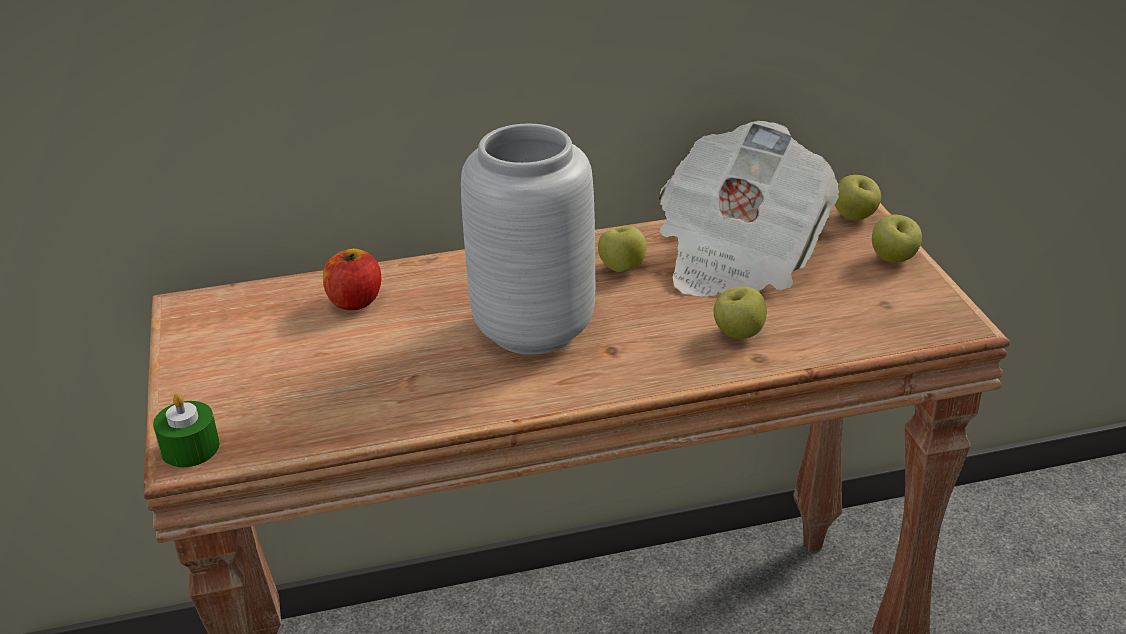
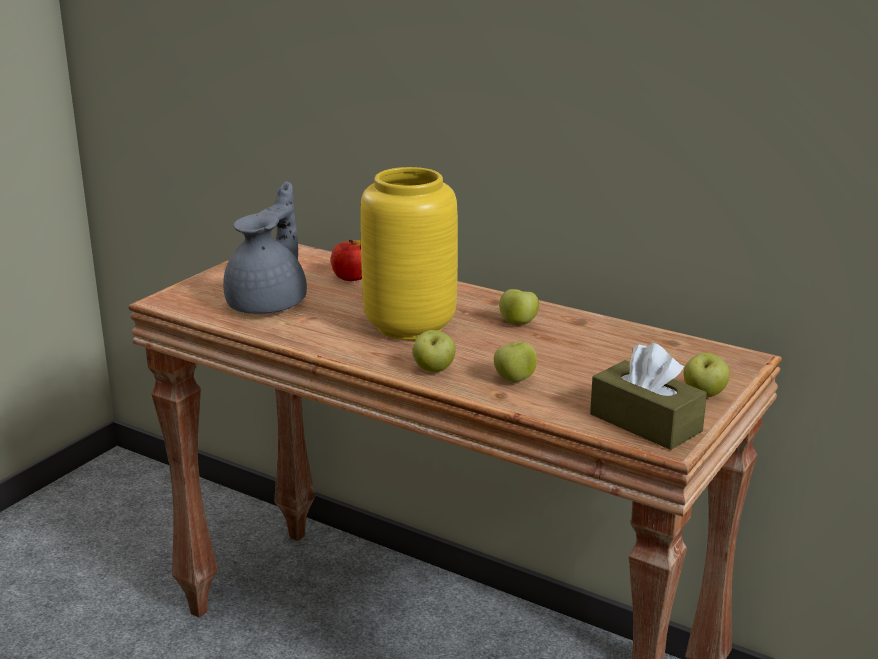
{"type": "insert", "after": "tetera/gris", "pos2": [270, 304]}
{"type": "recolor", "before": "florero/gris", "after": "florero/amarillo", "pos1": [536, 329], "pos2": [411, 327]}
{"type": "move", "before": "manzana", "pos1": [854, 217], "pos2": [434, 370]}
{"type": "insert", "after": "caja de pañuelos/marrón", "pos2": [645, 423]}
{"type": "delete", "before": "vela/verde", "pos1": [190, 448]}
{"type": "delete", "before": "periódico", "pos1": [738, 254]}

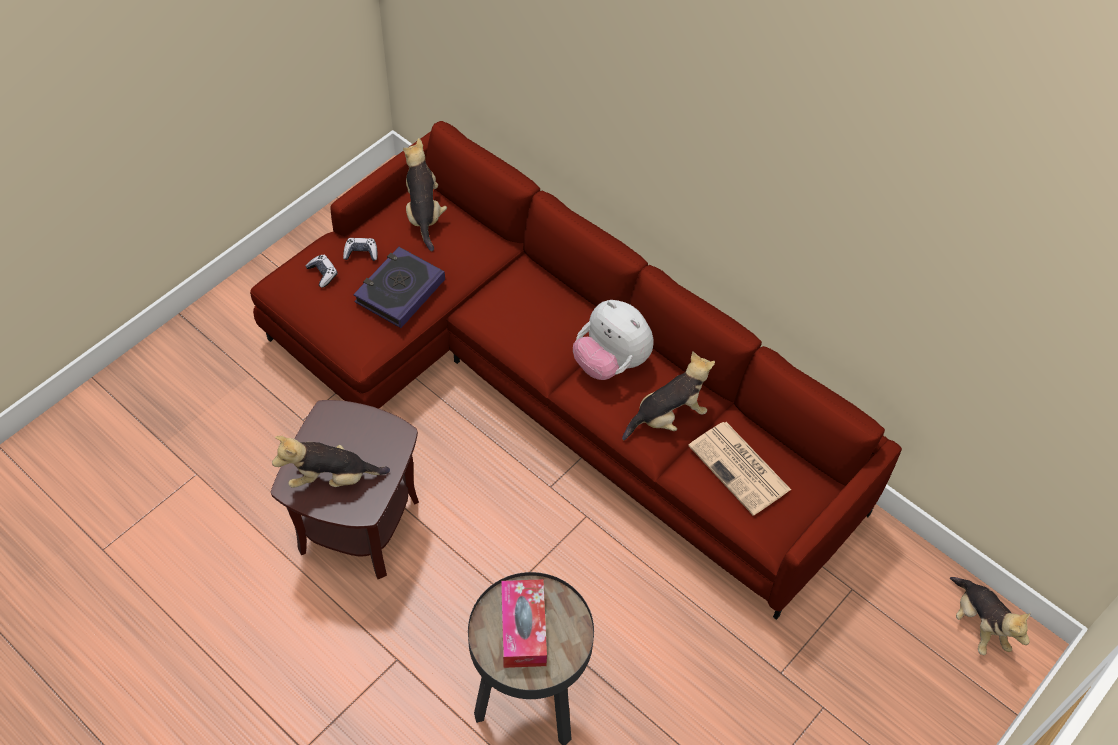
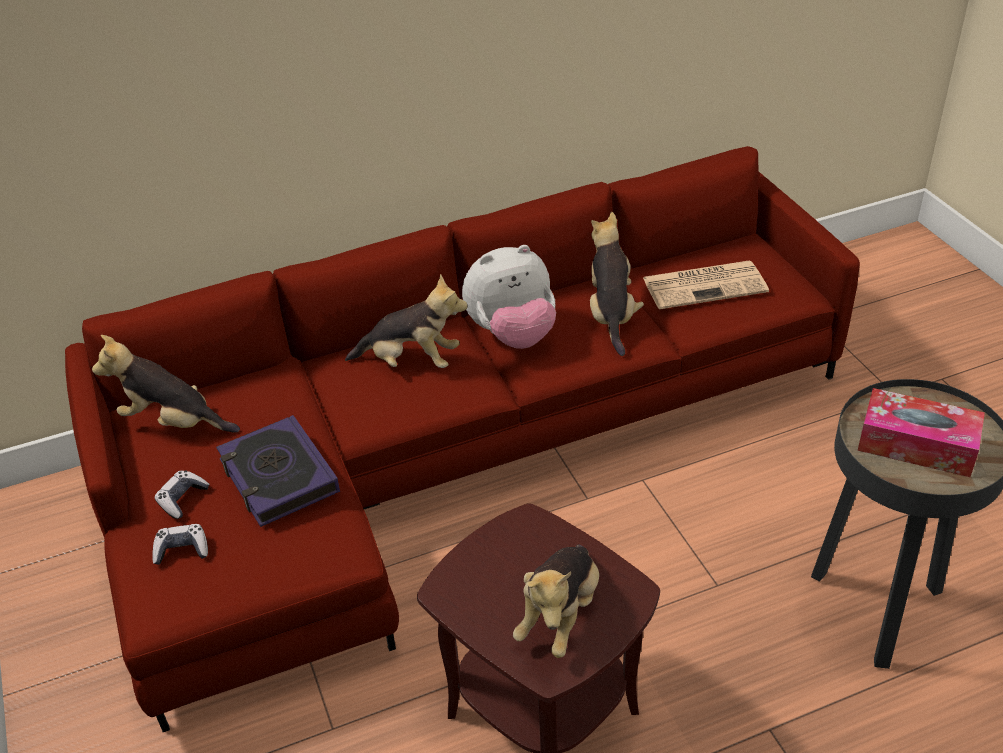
{"type": "move", "before": "peluche", "pos1": [978, 624], "pos2": [411, 362]}

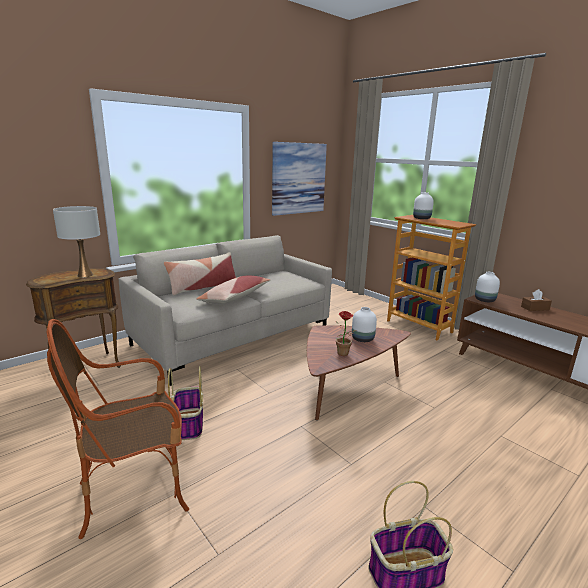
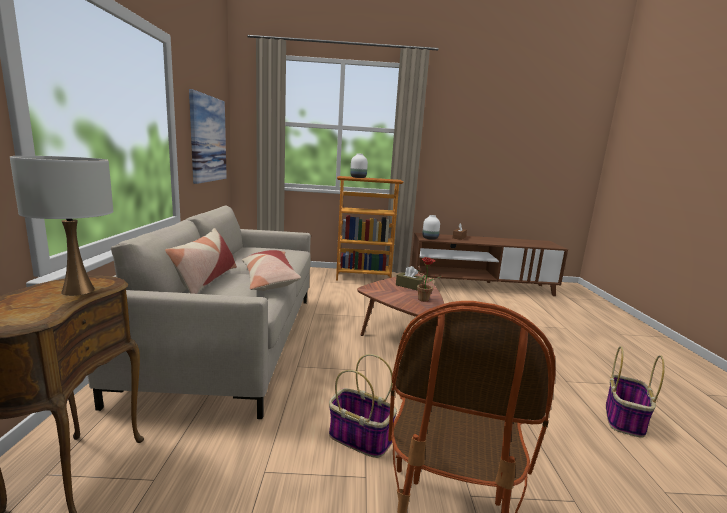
{"type": "replace", "before": "florero/blanco", "after": "caja de pañuelos/marrón", "pos1": [362, 339], "pos2": [409, 286]}

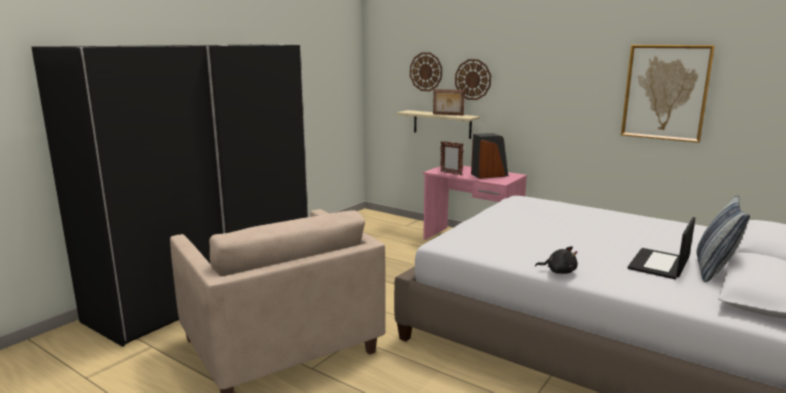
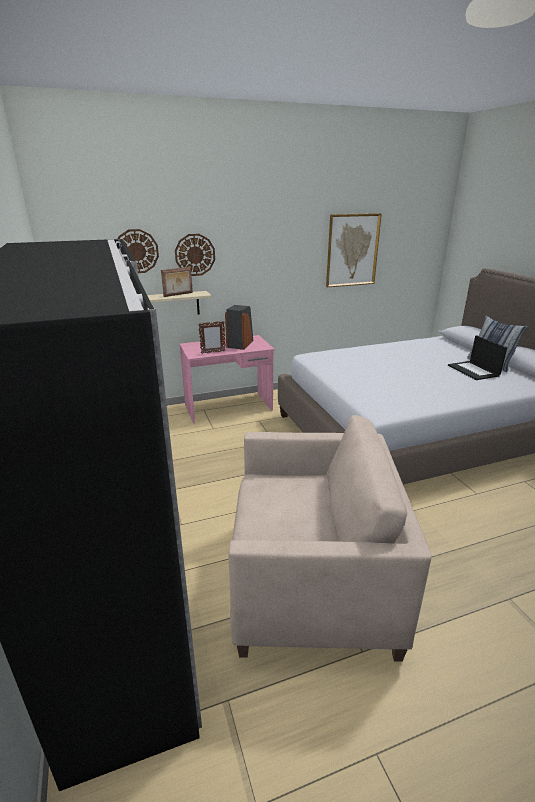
{"type": "delete", "before": "peluche/negro", "pos1": [559, 271]}

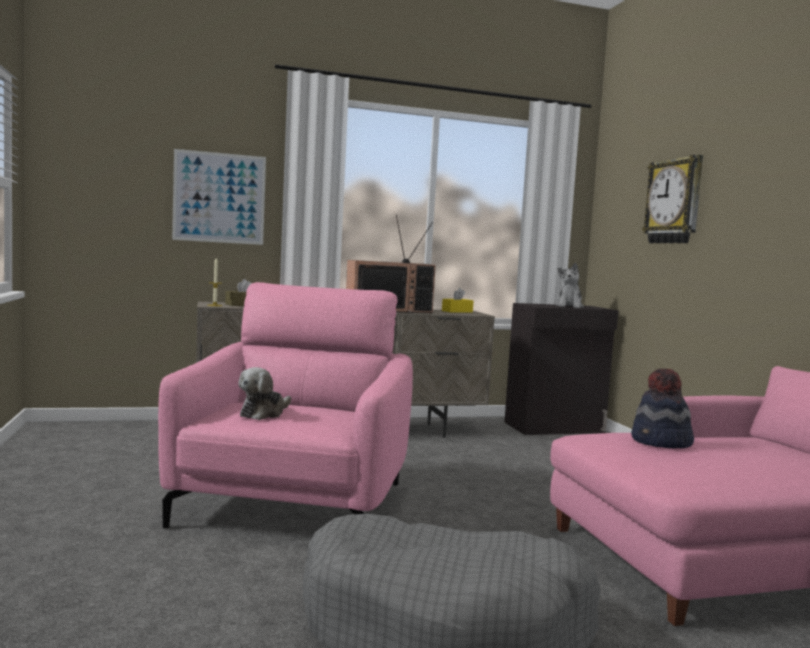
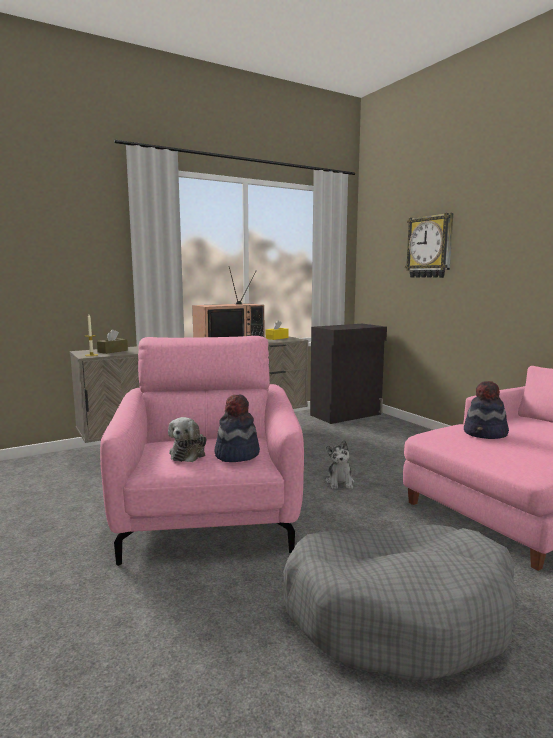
{"type": "insert", "after": "sombrero", "pos2": [236, 454]}
{"type": "move", "before": "peluche", "pos1": [569, 306], "pos2": [340, 482]}
{"type": "delete", "before": "cuadro", "pos1": [219, 198]}

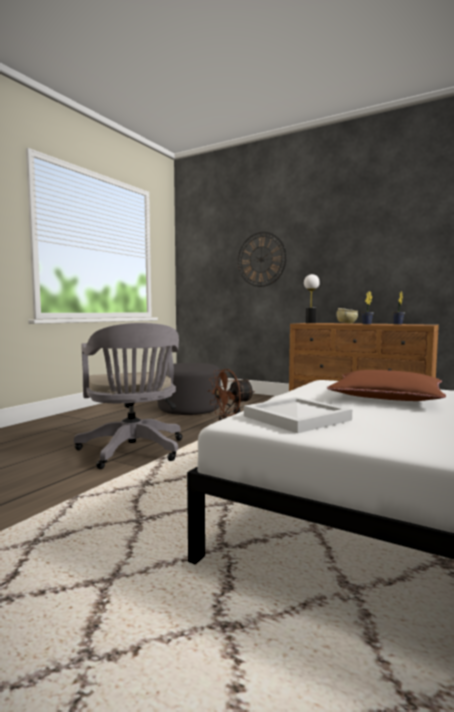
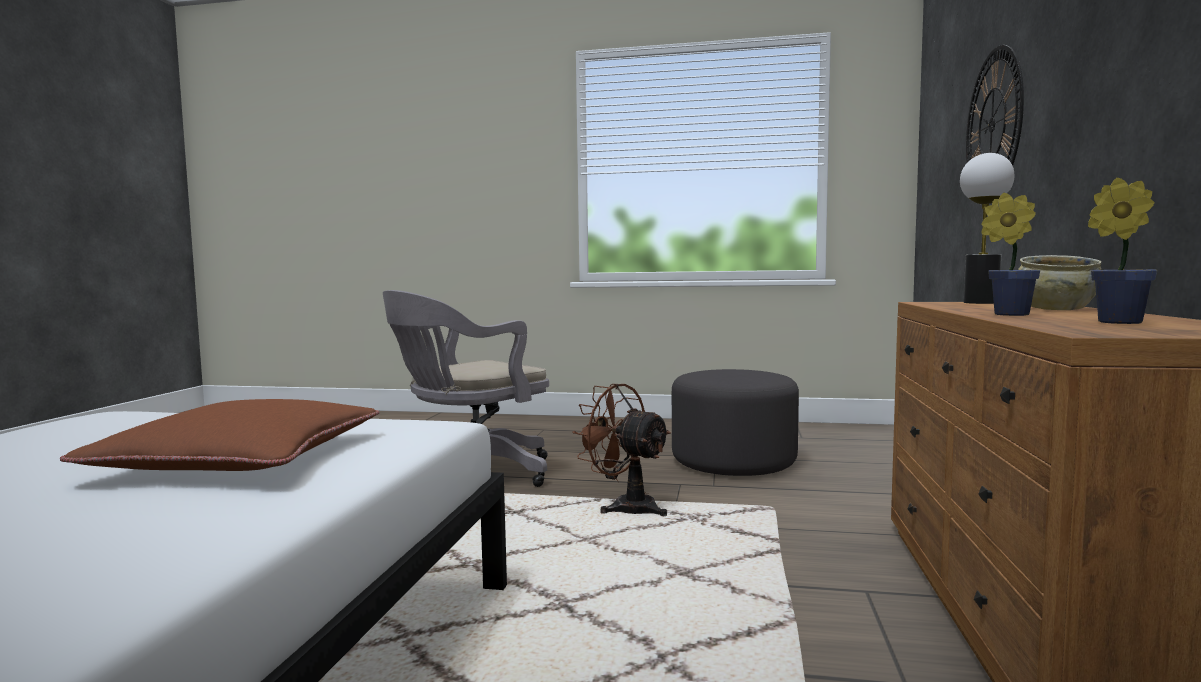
{"type": "delete", "before": "bandeja/blanco", "pos1": [295, 418]}

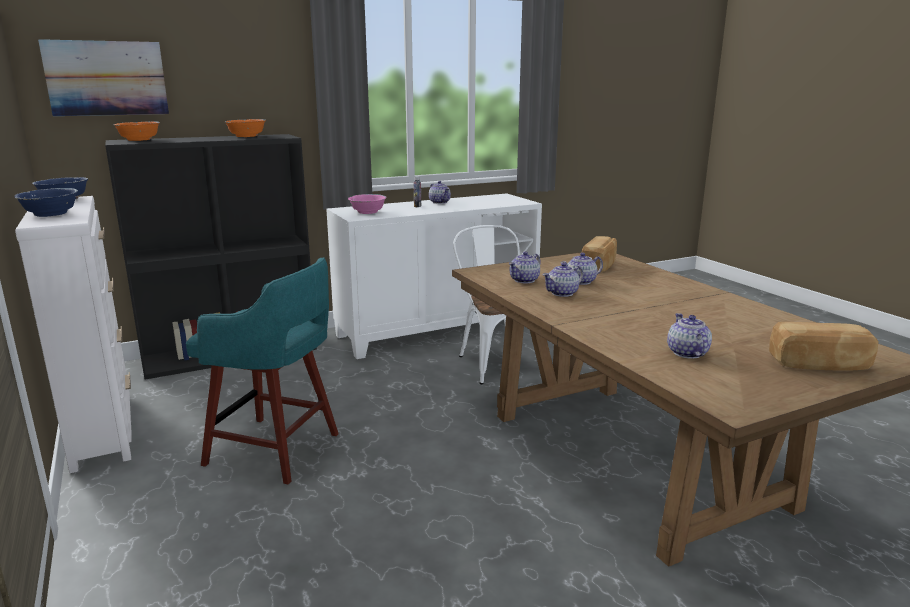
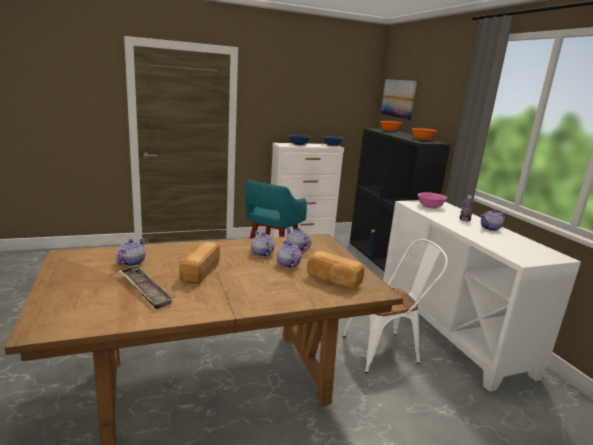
{"type": "rotate", "before": "tetera", "pos1": [687, 353], "pos2": [131, 262], "turn": -75}
{"type": "insert", "after": "bandeja", "pos2": [145, 290]}
{"type": "move", "before": "pan", "pos1": [819, 365], "pos2": [198, 272]}

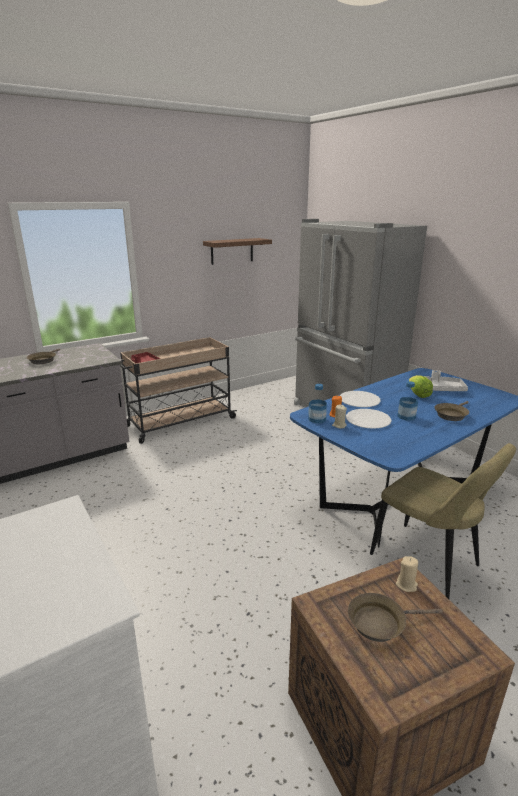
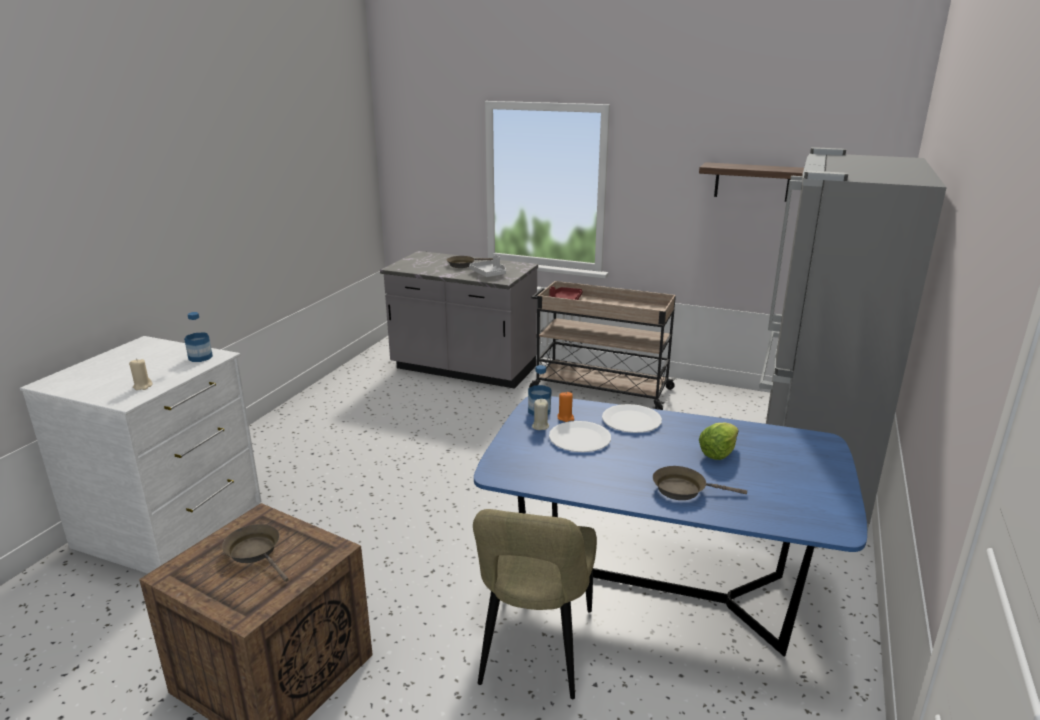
{"type": "move", "before": "vela/beis", "pos1": [406, 585], "pos2": [142, 386]}
{"type": "move", "before": "botella", "pos1": [406, 416], "pos2": [200, 357]}
{"type": "move", "before": "bandeja/gris", "pos1": [443, 389], "pos2": [489, 274]}

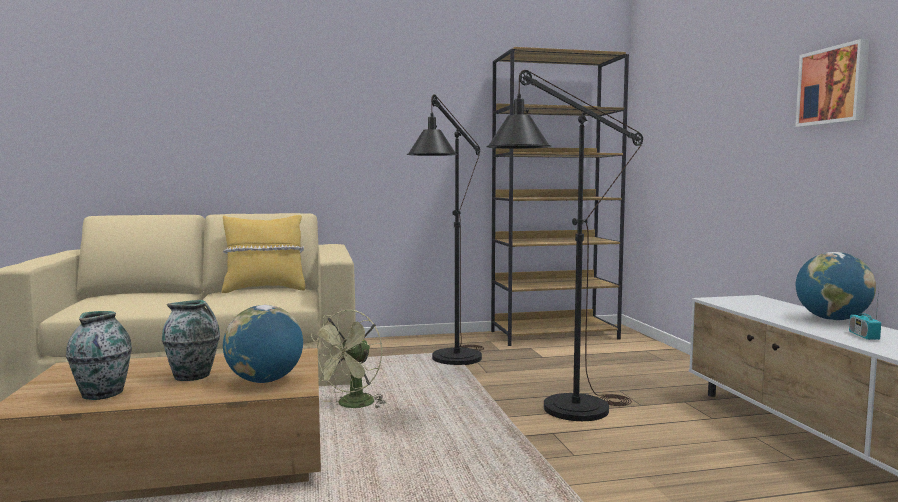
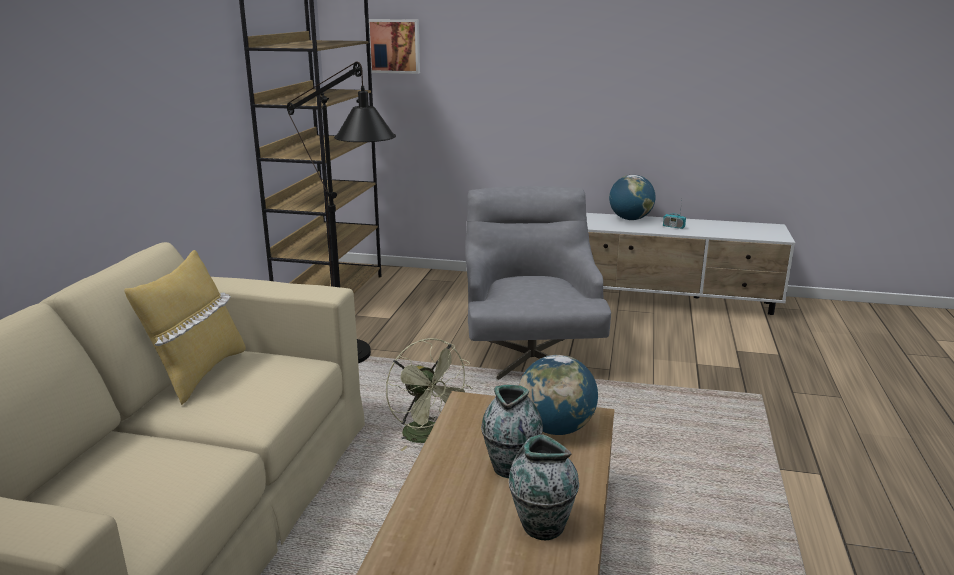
{"type": "move", "before": "cuadro", "pos1": [833, 86], "pos2": [394, 46]}
{"type": "replace", "before": "lámpara de pie/negro", "after": "sillón/gris", "pos1": [560, 412], "pos2": [530, 350]}

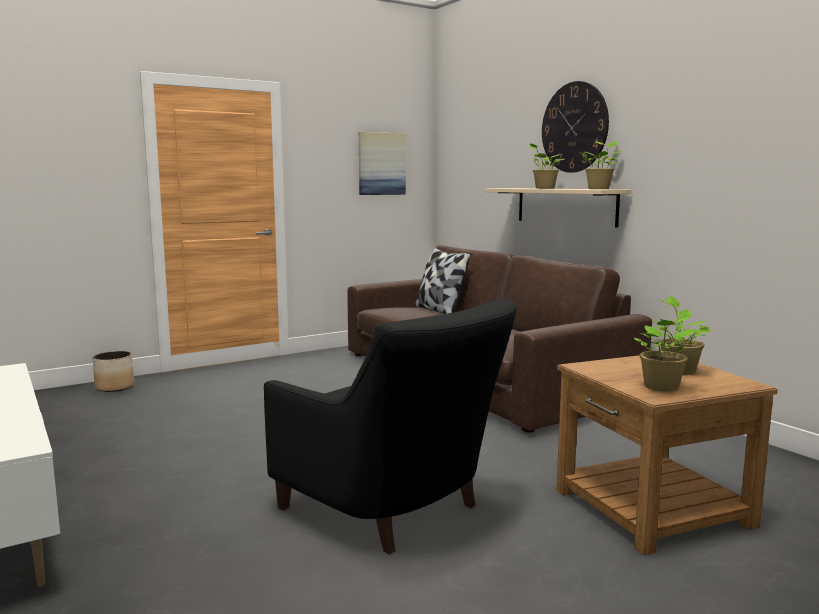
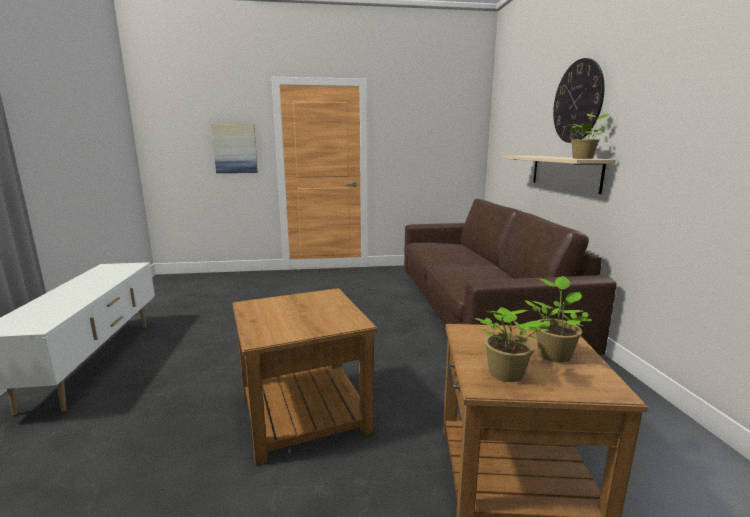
{"type": "move", "before": "cuadro", "pos1": [381, 164], "pos2": [235, 148]}
{"type": "replace", "before": "sillón/negro", "after": "mesa auxiliar/marrón", "pos1": [395, 511], "pos2": [304, 413]}
{"type": "delete", "before": "maceta", "pos1": [115, 387]}
{"type": "delete", "before": "cojín", "pos1": [439, 310]}
{"type": "delete", "before": "planta en maceta", "pos1": [543, 188]}

